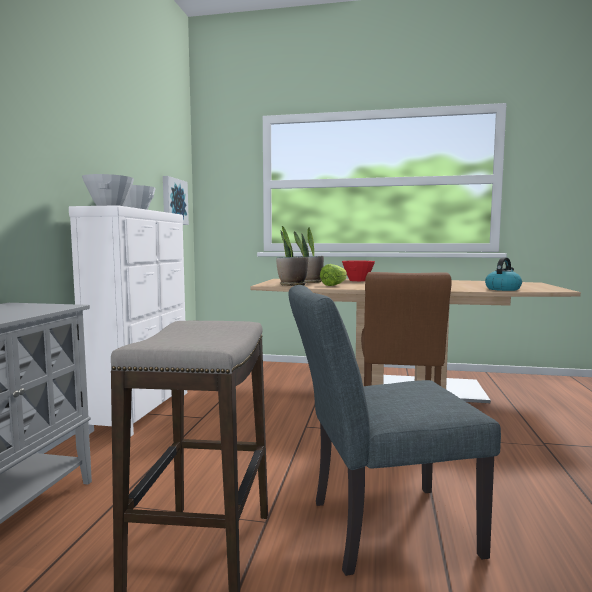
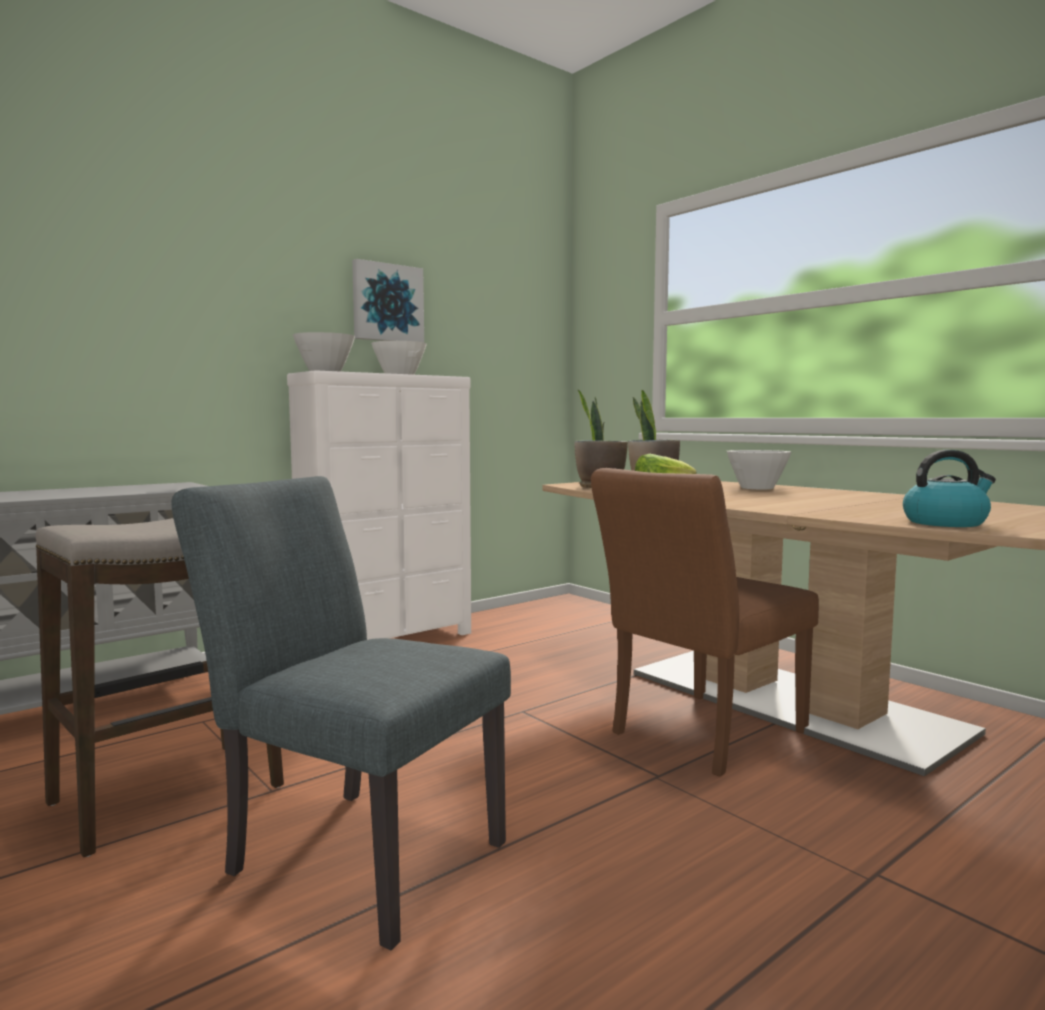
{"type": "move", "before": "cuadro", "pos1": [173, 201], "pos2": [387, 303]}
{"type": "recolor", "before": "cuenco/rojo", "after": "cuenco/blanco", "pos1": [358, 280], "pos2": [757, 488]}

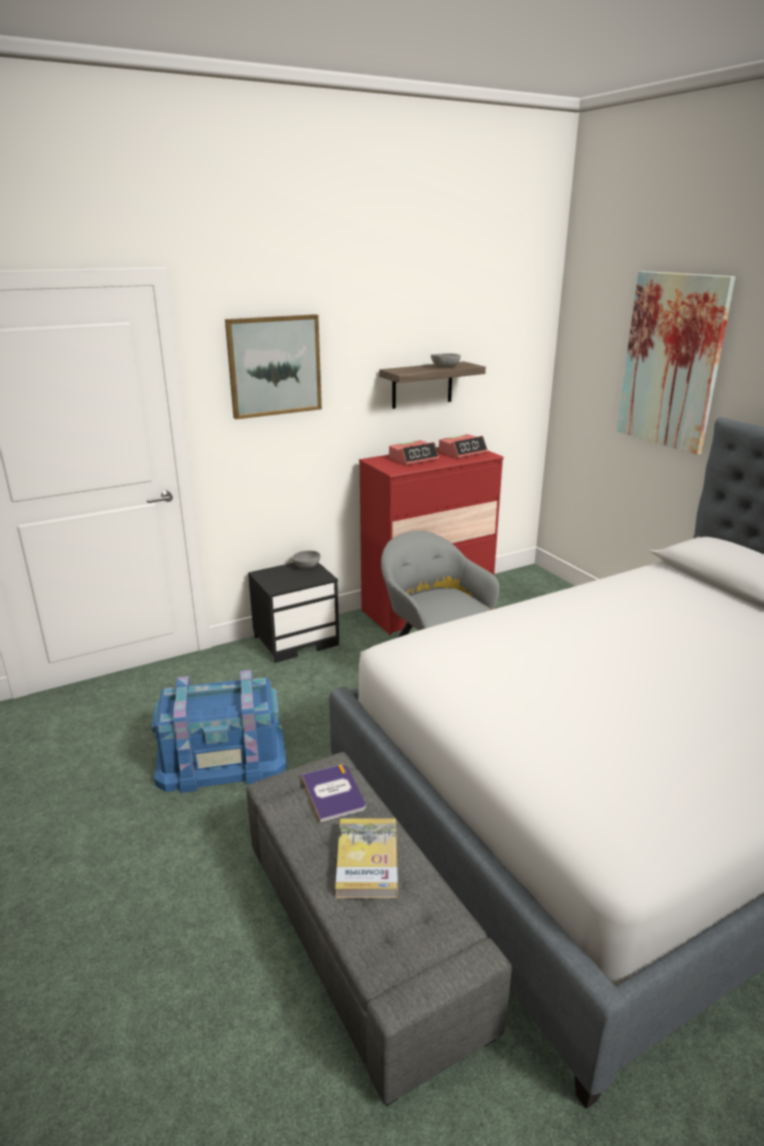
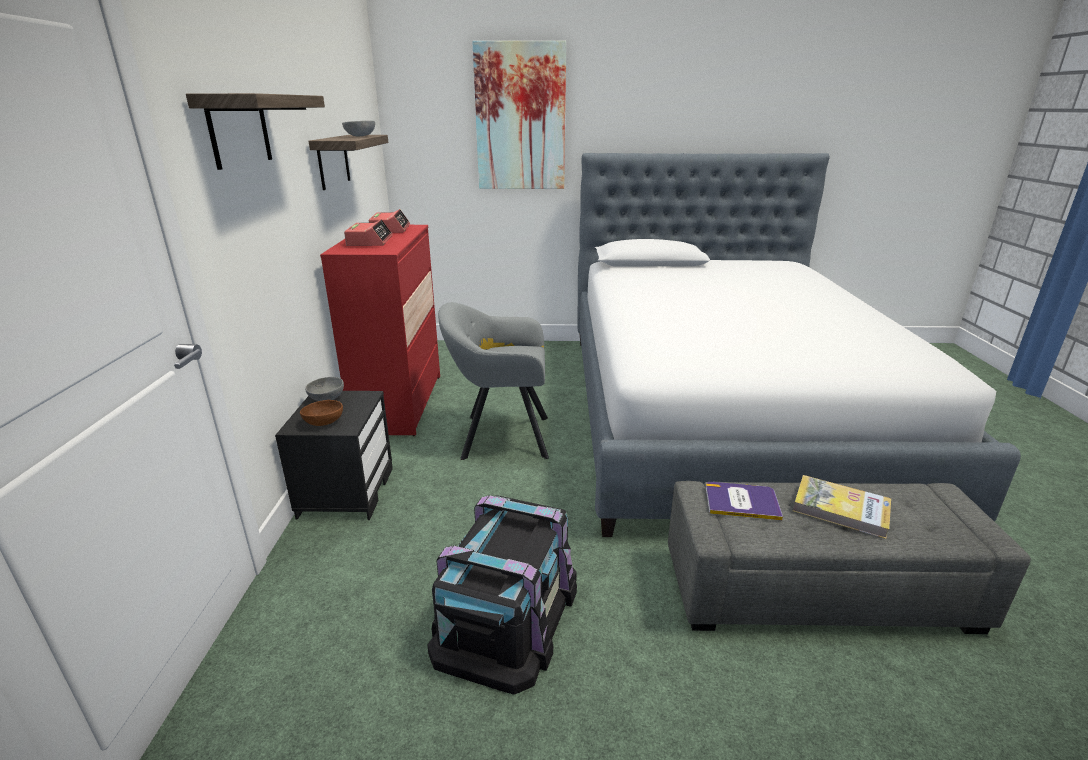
{"type": "replace", "before": "cuadro", "after": "estante", "pos1": [274, 366], "pos2": [239, 130]}
{"type": "insert", "after": "cuenco/marrón", "pos2": [323, 422]}
{"type": "recolor", "before": "caja de almacenaje/azul", "after": "caja de almacenaje/negro", "pos1": [222, 756], "pos2": [506, 613]}

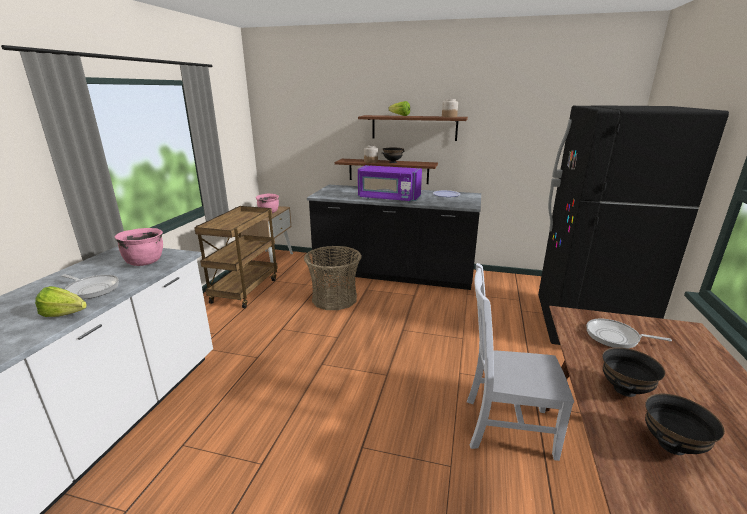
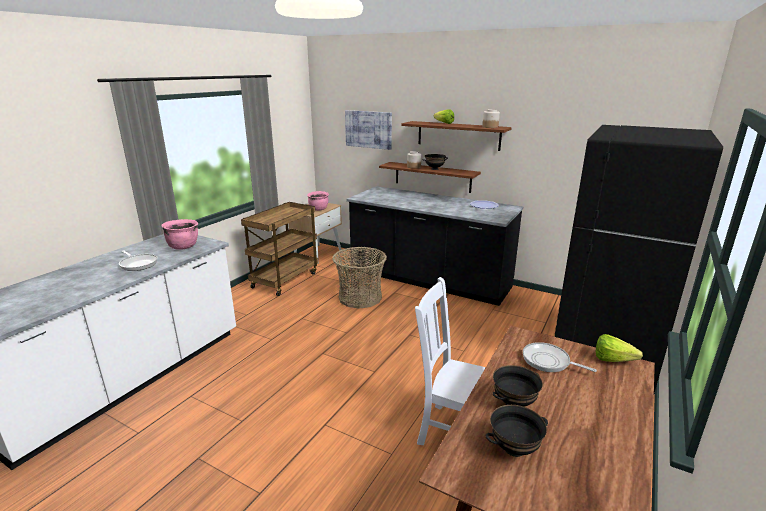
{"type": "insert", "after": "cuadro", "pos2": [368, 129]}
{"type": "move", "before": "lechuga", "pos1": [67, 315], "pos2": [616, 361]}
{"type": "delete", "before": "microondas/morado", "pos1": [388, 198]}

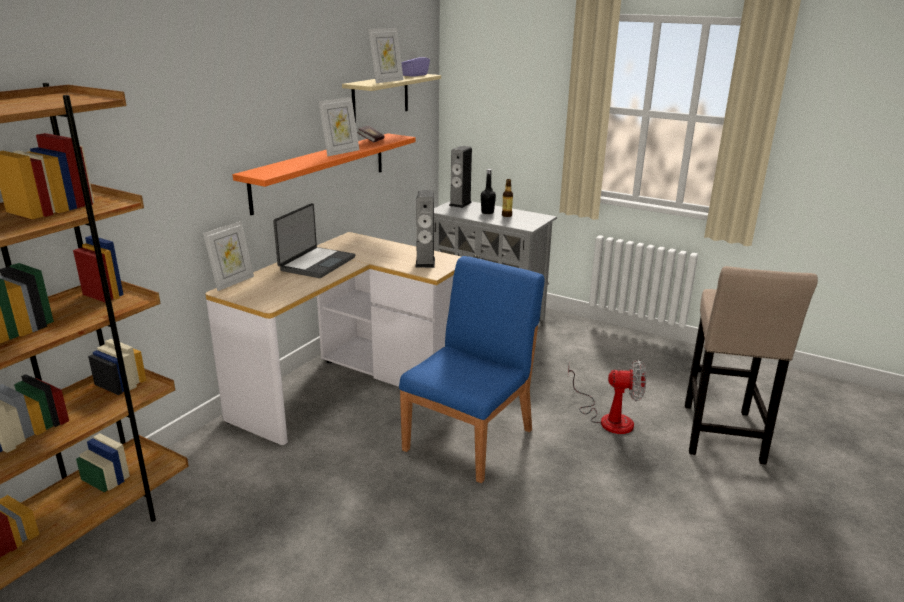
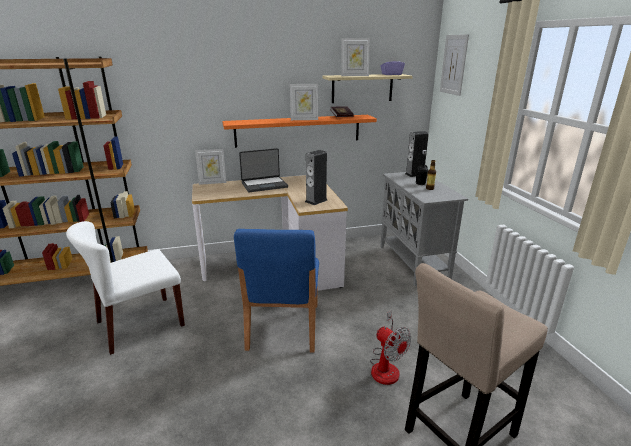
{"type": "insert", "after": "silla/blanco", "pos2": [139, 324]}
{"type": "rotate", "before": "silla/azul", "pos1": [470, 439], "pos2": [283, 327], "turn": 105}
{"type": "insert", "after": "cuadro", "pos2": [453, 64]}

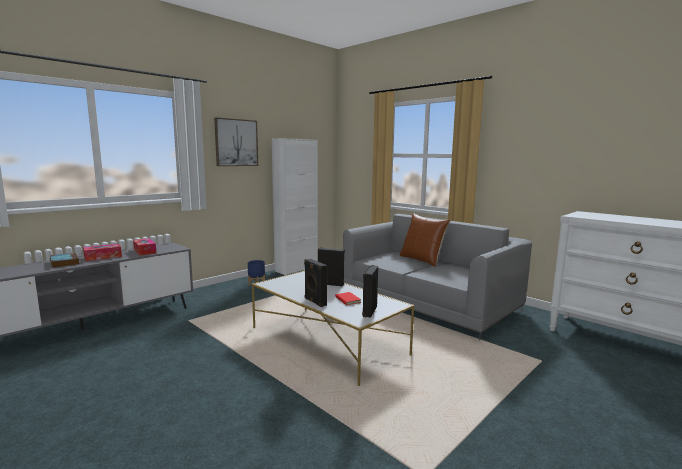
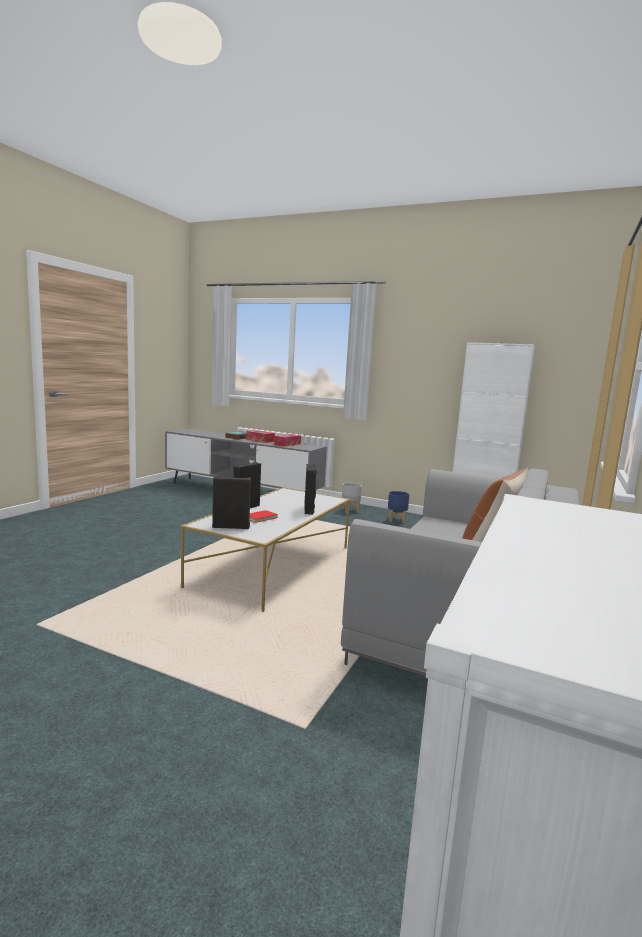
{"type": "insert", "after": "maceta/gris", "pos2": [350, 510]}
{"type": "delete", "before": "cuadro", "pos1": [236, 142]}

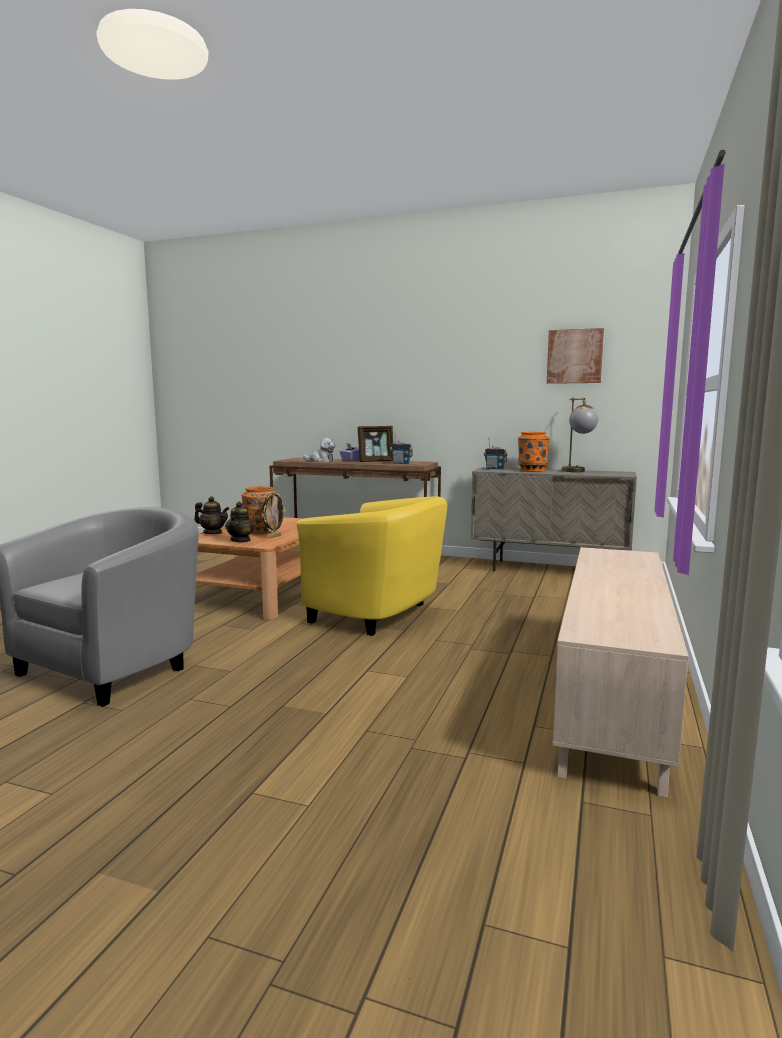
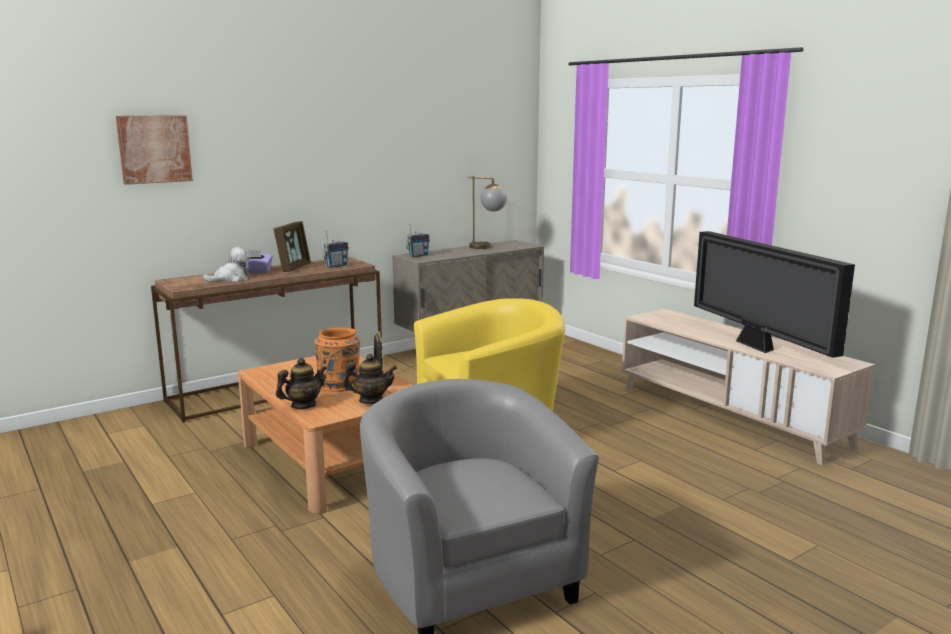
{"type": "move", "before": "cuadro", "pos1": [574, 356], "pos2": [154, 149]}
{"type": "rotate", "before": "tetera", "pos1": [241, 540], "pos2": [371, 400], "turn": -45}
{"type": "insert", "after": "televisor", "pos2": [757, 347]}
{"type": "delete", "before": "florero/naranja", "pos1": [532, 470]}

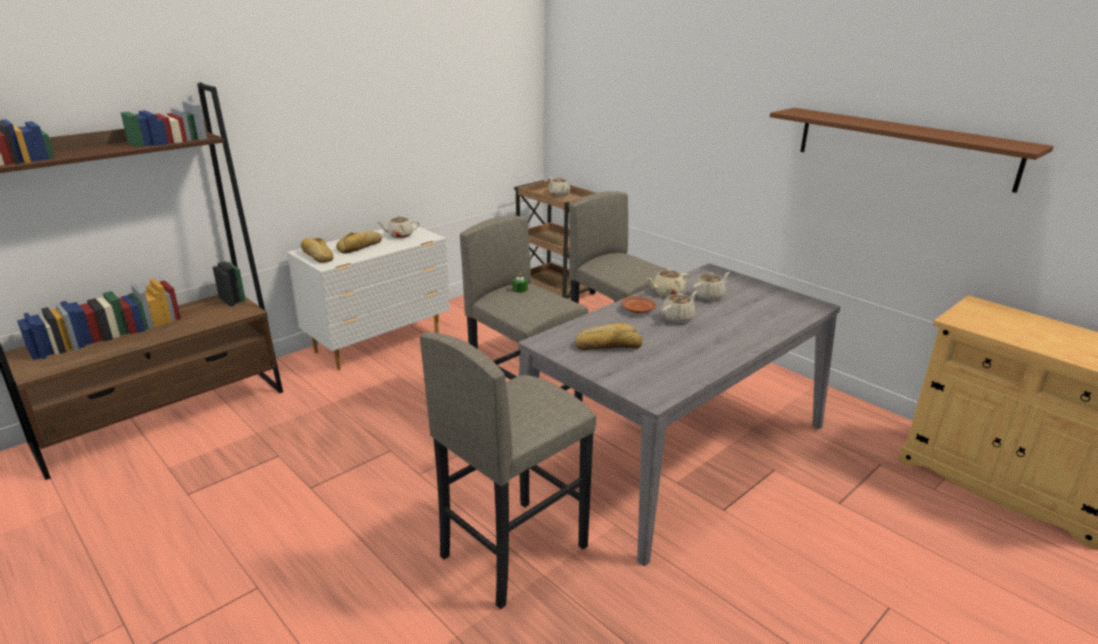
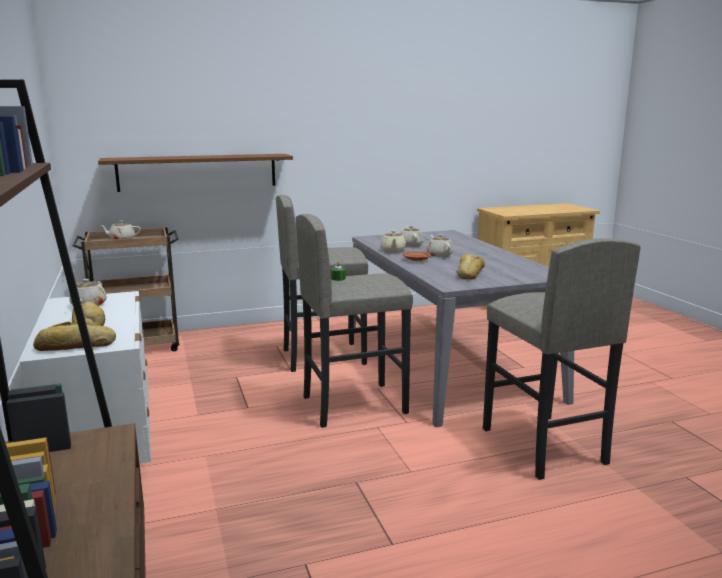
{"type": "move", "before": "estante/marrón", "pos1": [903, 147], "pos2": [198, 172]}

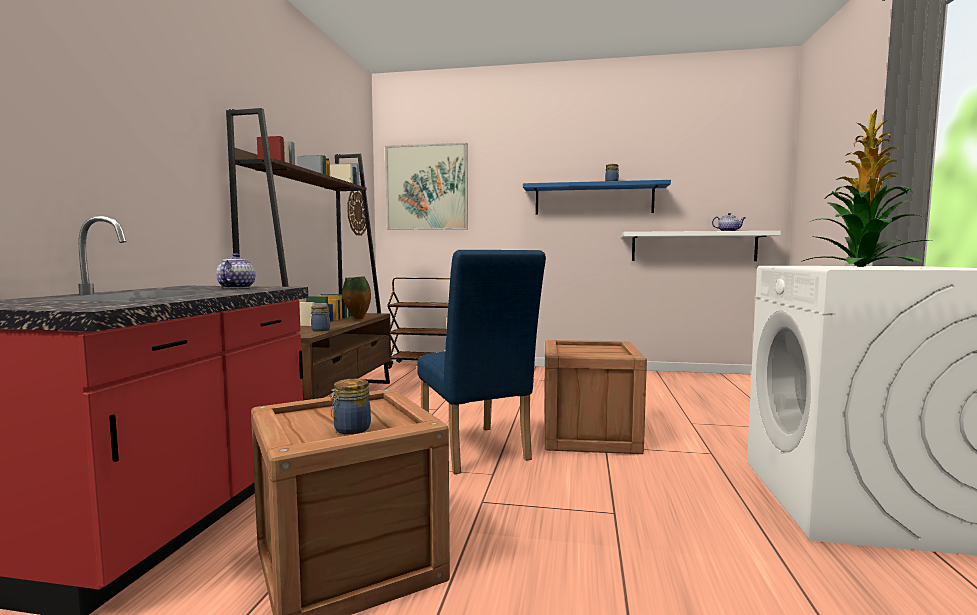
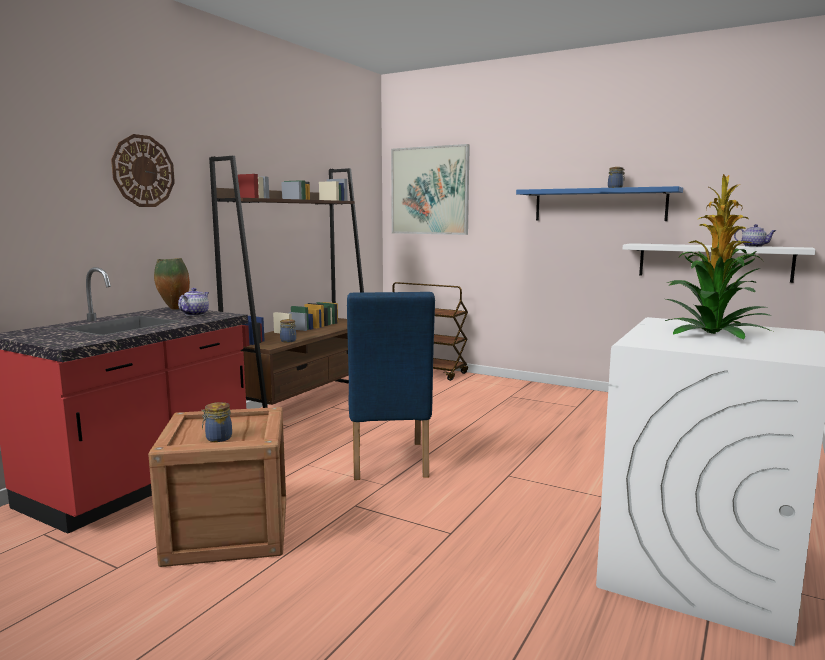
{"type": "move", "before": "reloj de pared", "pos1": [357, 211], "pos2": [143, 171]}
{"type": "move", "before": "florero", "pos1": [357, 319], "pos2": [173, 309]}
{"type": "delete", "before": "caja de embalaje", "pos1": [589, 436]}

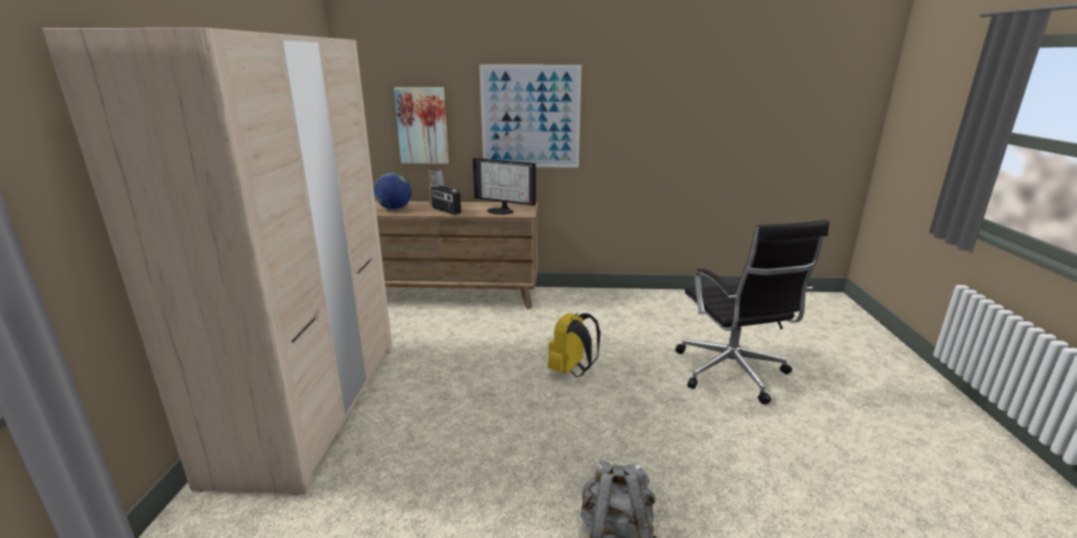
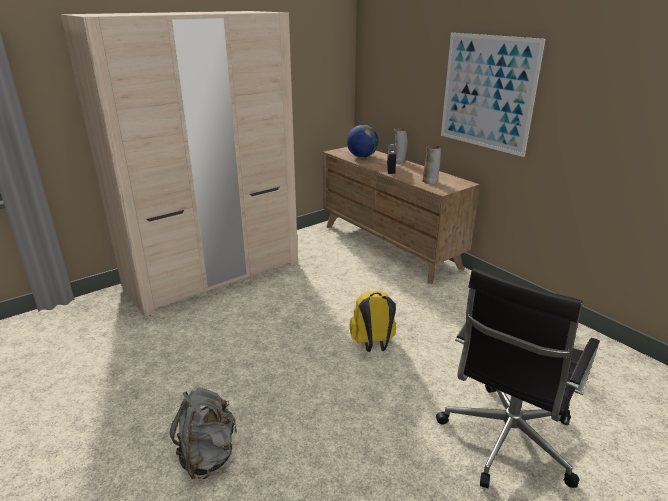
{"type": "replace", "before": "monitor", "after": "florero", "pos1": [501, 210], "pos2": [430, 181]}
{"type": "delete", "before": "cuadro", "pos1": [422, 126]}

